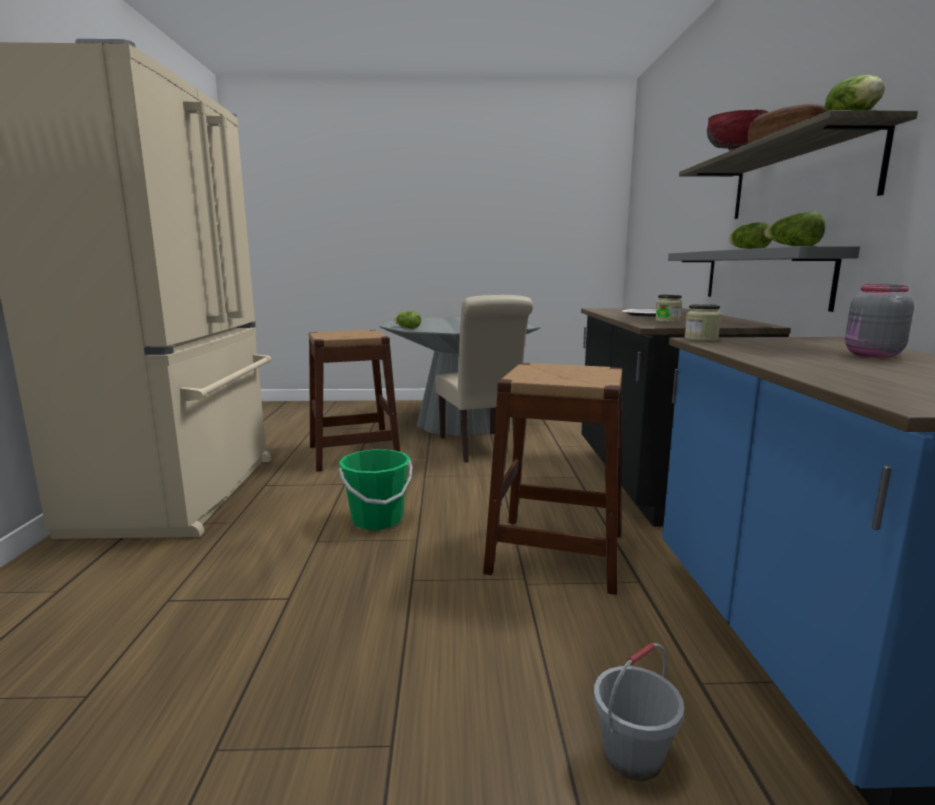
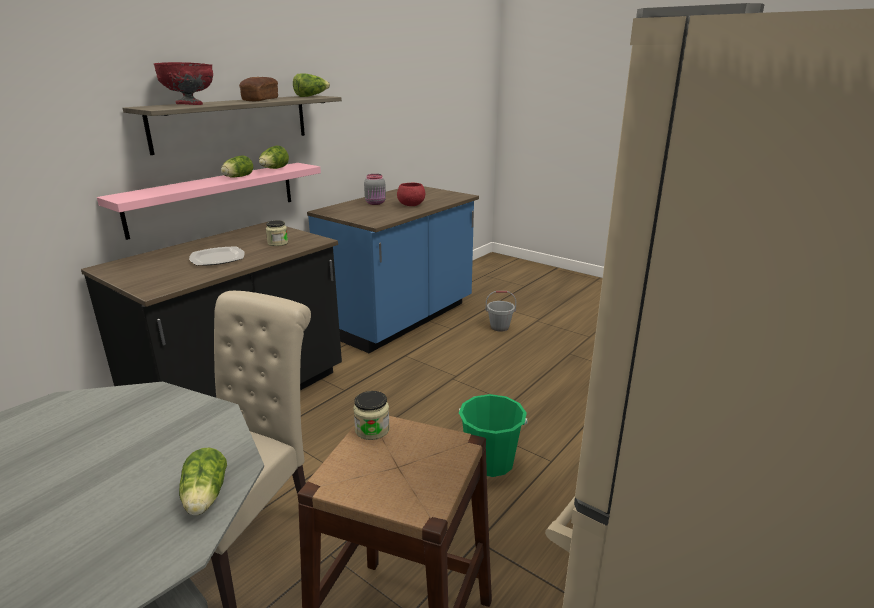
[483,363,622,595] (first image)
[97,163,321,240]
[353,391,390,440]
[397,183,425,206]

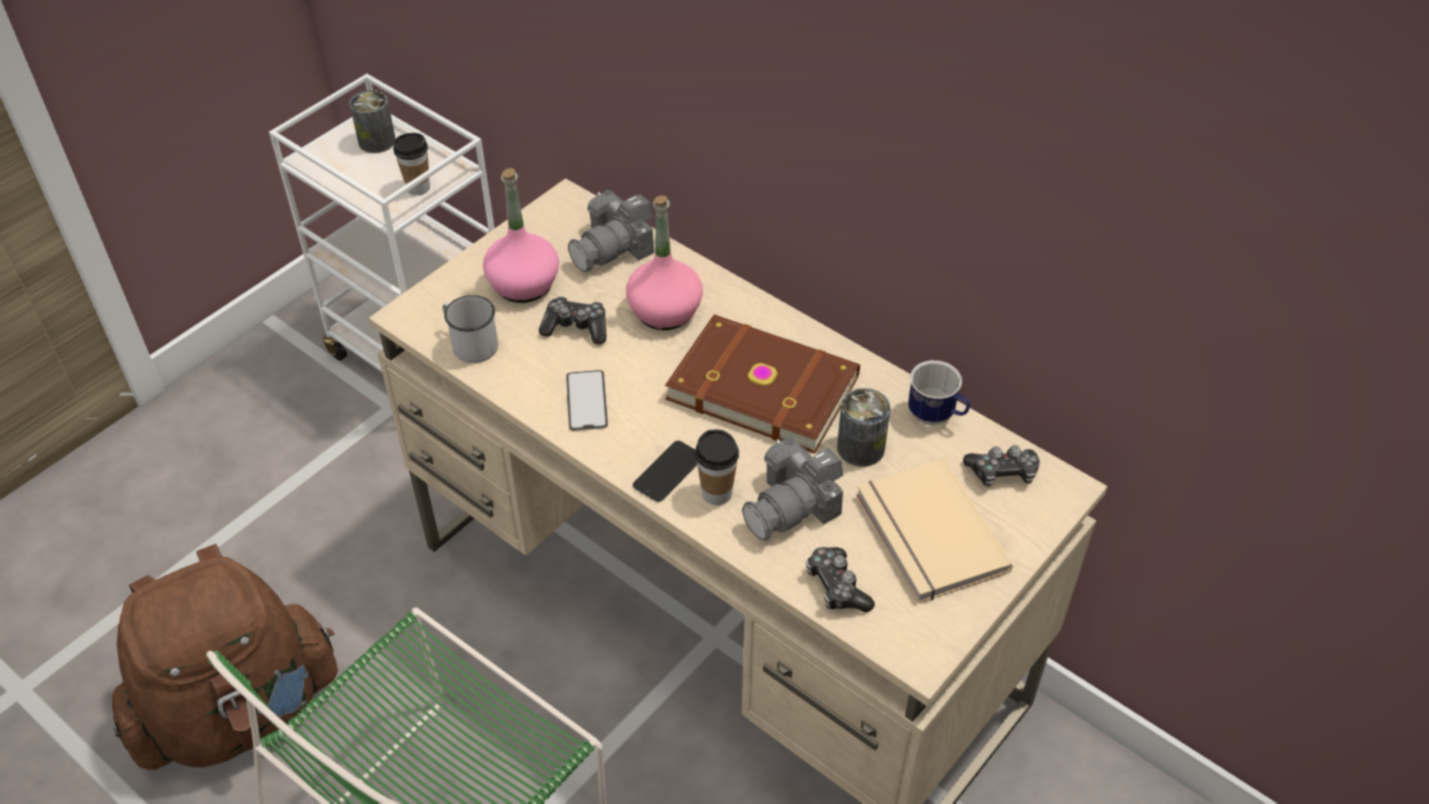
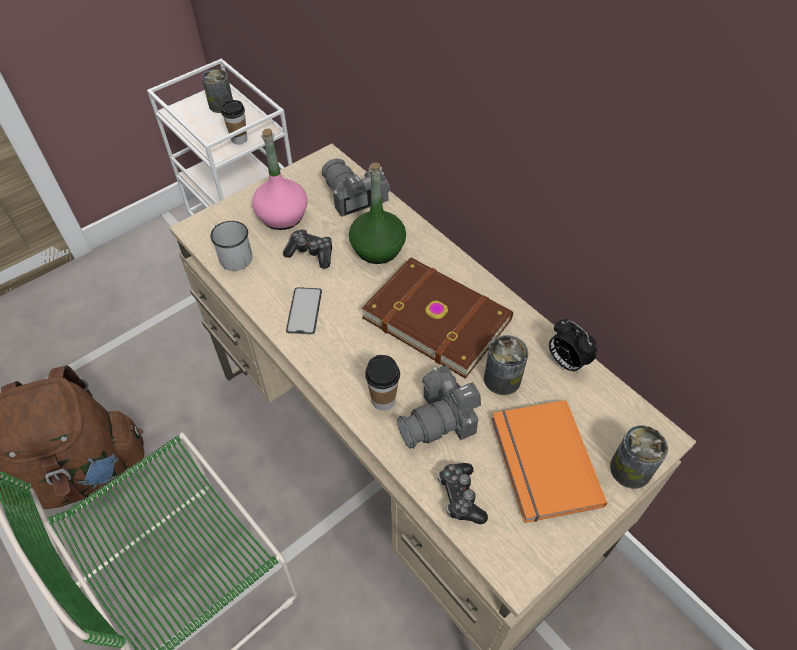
[322,158,390,217]
[349,162,406,264]
[633,441,697,502] (first image)
[491,400,608,523]
[549,319,597,373]
[963,445,1040,487] (first image)
[610,425,668,489]

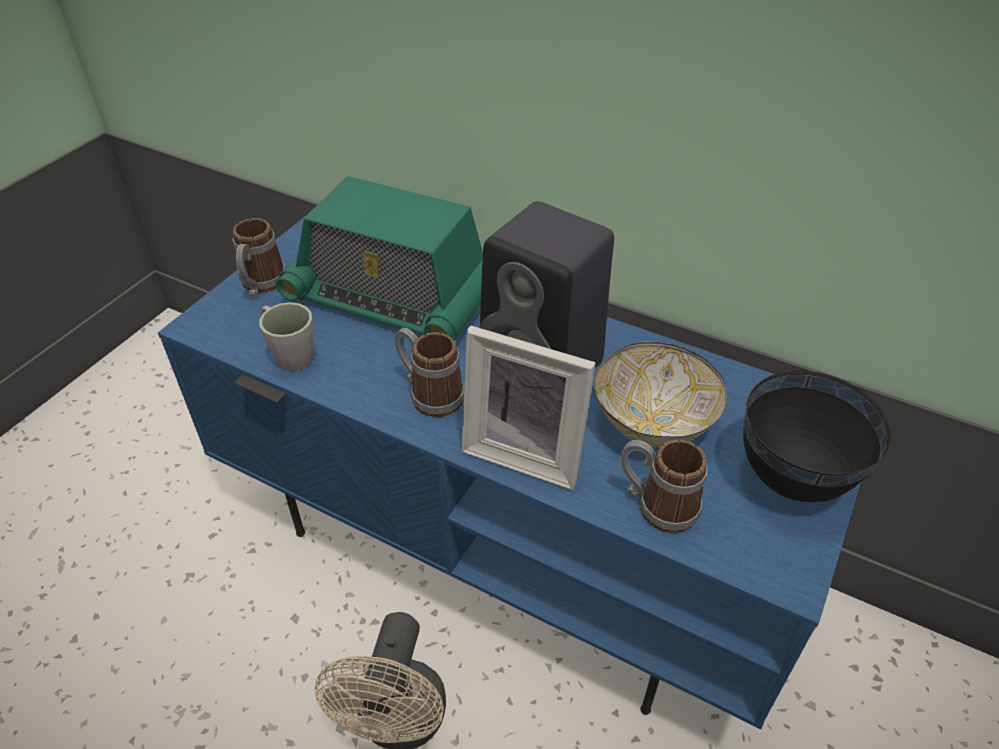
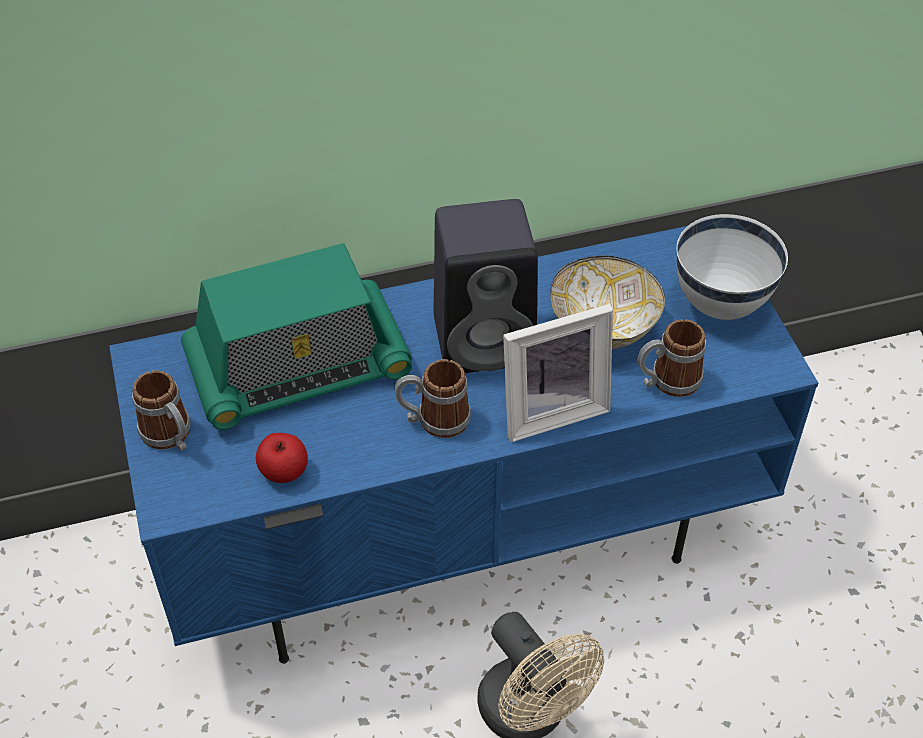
[256,433,308,483]
[677,214,788,320]

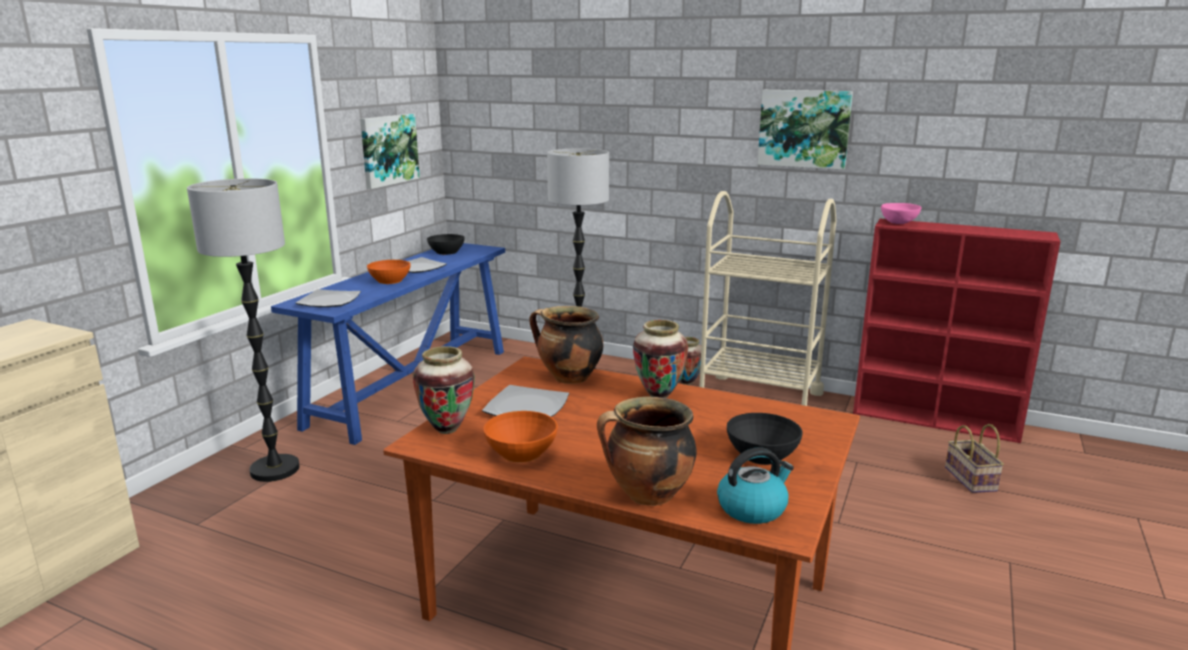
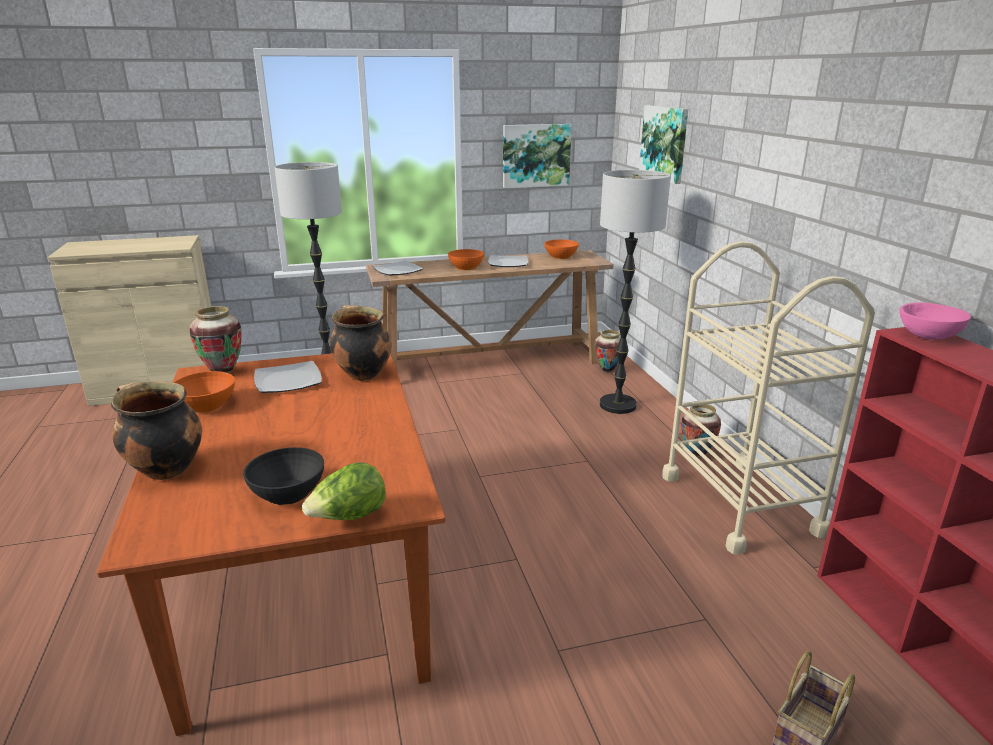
[366,250,614,370]
[544,239,579,259]
[594,330,621,373]
[717,447,794,524] (first image)
[639,105,688,184]
[302,462,386,520]

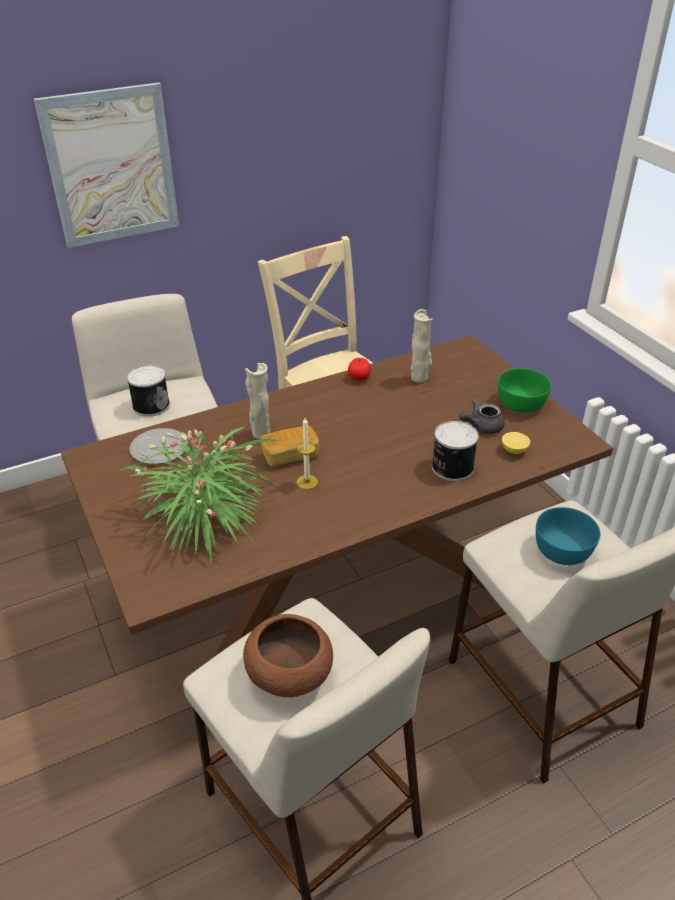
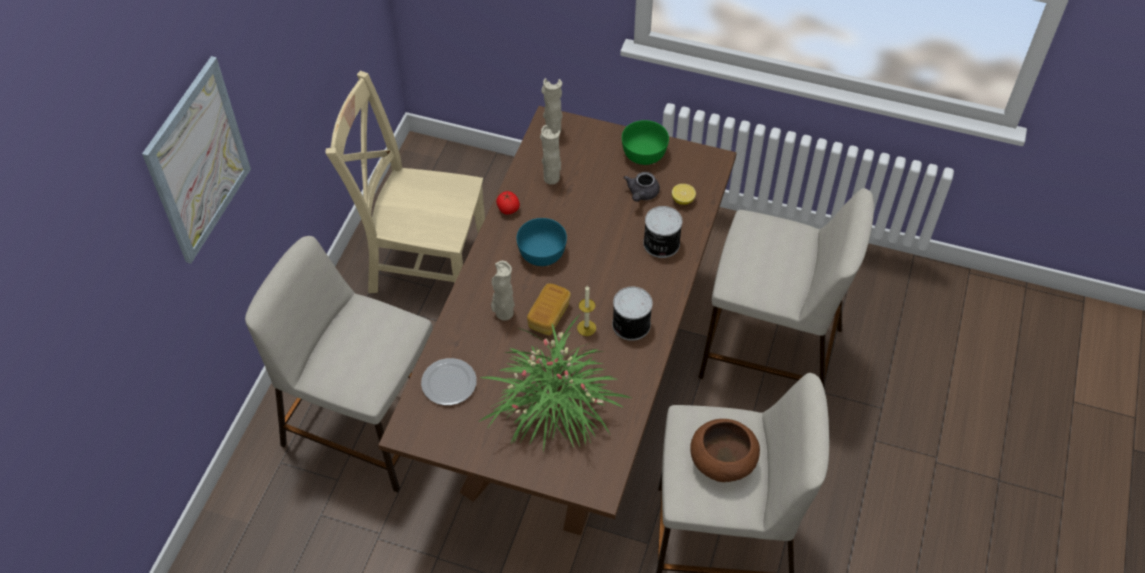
[612,287,653,341]
[517,218,567,266]
[541,78,562,134]

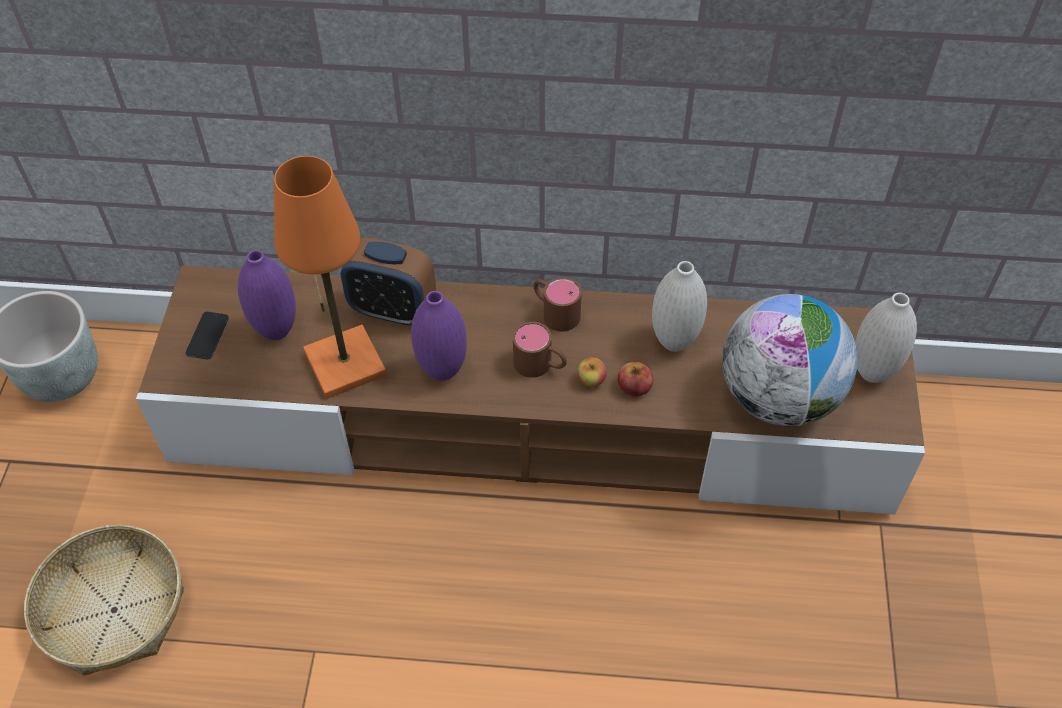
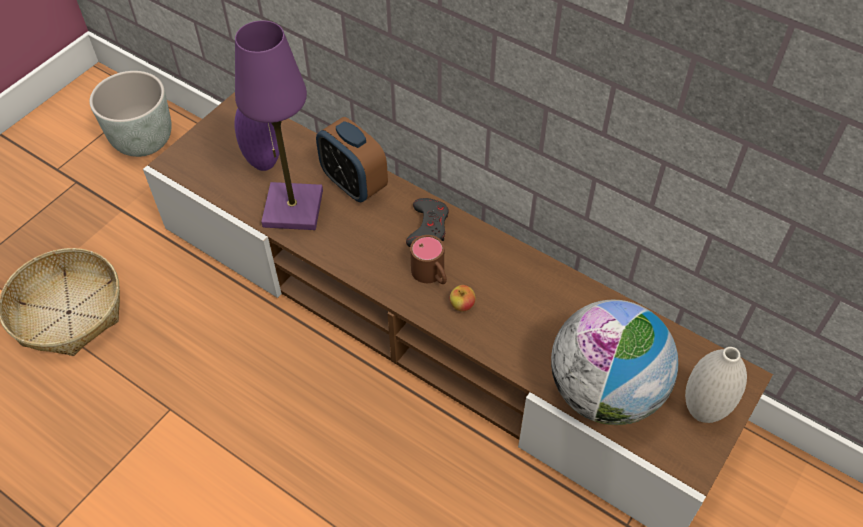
[185,312,229,359] (first image)
[235,20,323,230]
[411,291,467,381] (first image)
[534,277,582,332] (first image)
[618,362,653,397] (first image)
[652,261,707,352] (first image)
[406,198,449,247]

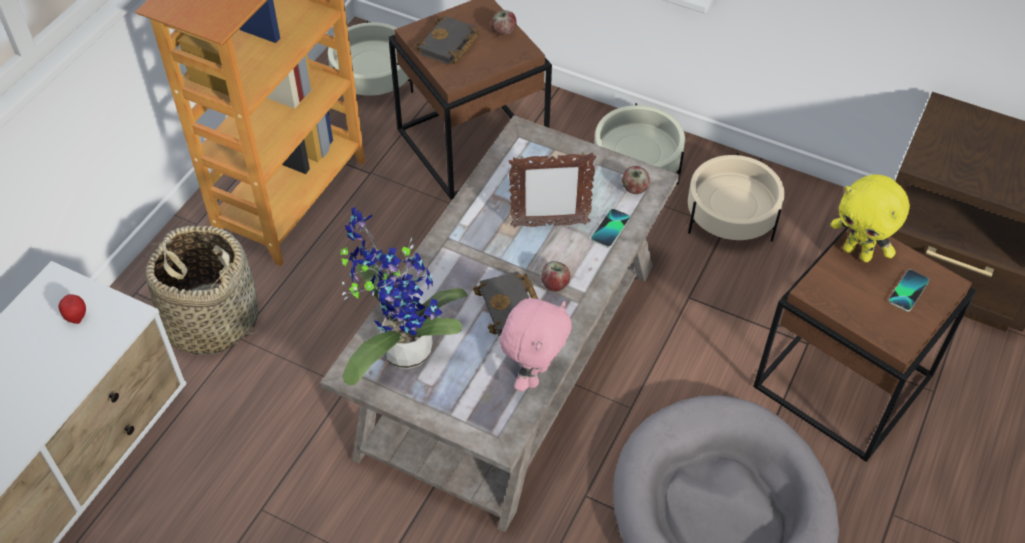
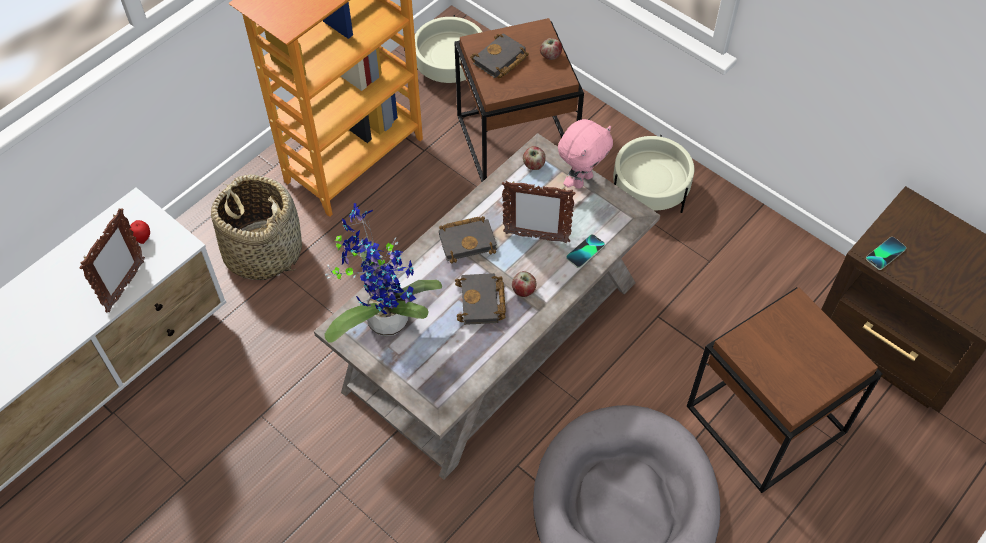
[558,119,613,189]
[523,146,546,170]
[688,153,785,242] (first image)
[831,174,910,262] (first image)
[866,237,906,270]
[80,208,145,312]
[439,216,497,264]

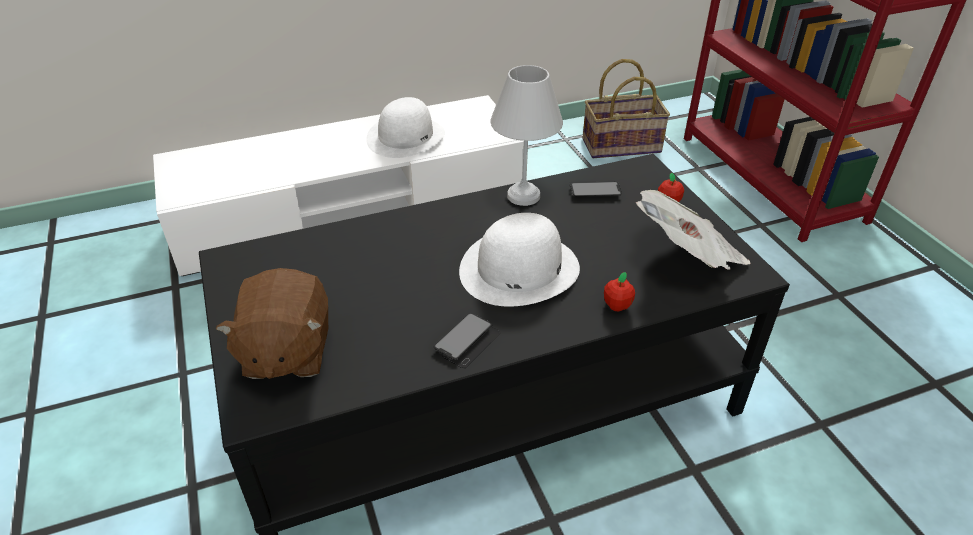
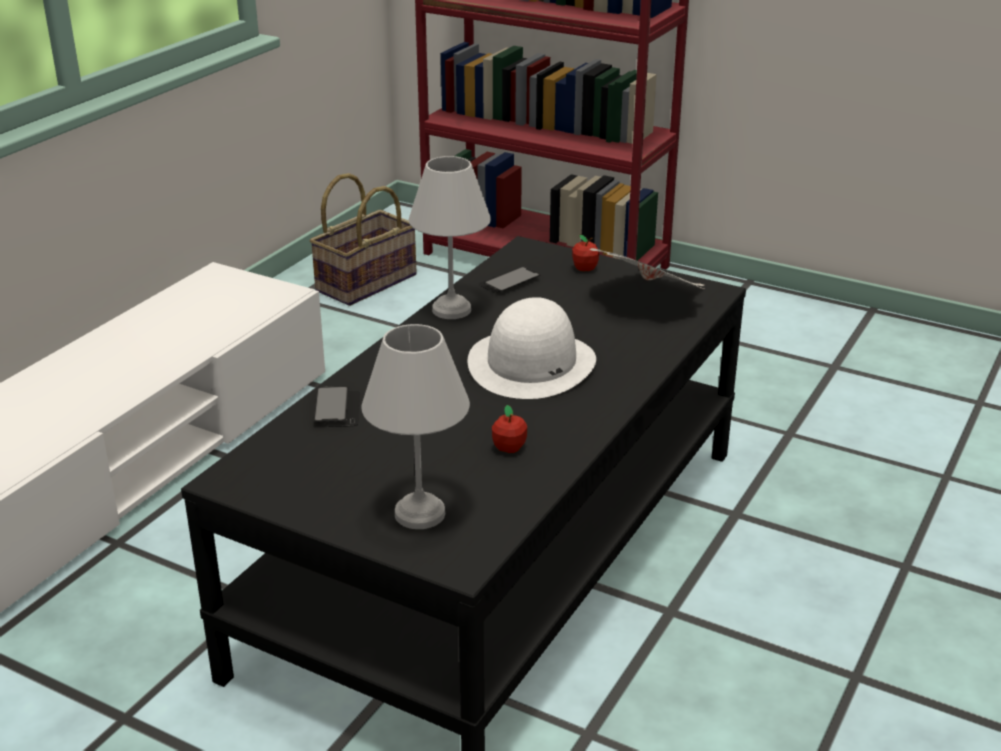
[361,324,470,529]
[366,97,445,158] (first image)
[314,386,360,427]
[492,405,527,453]

